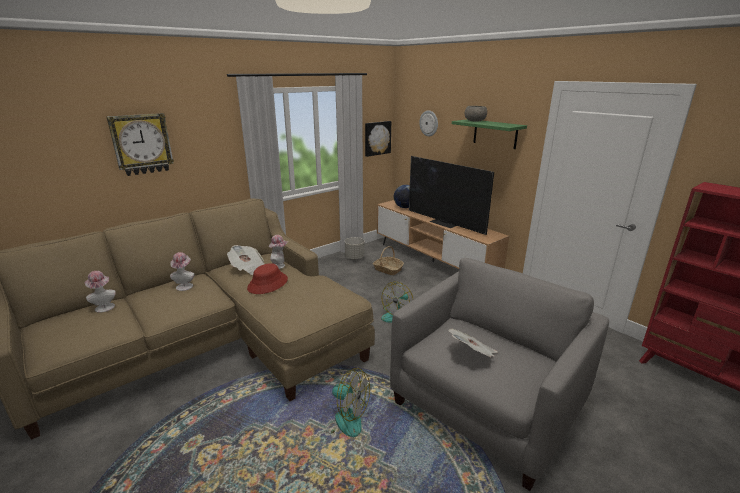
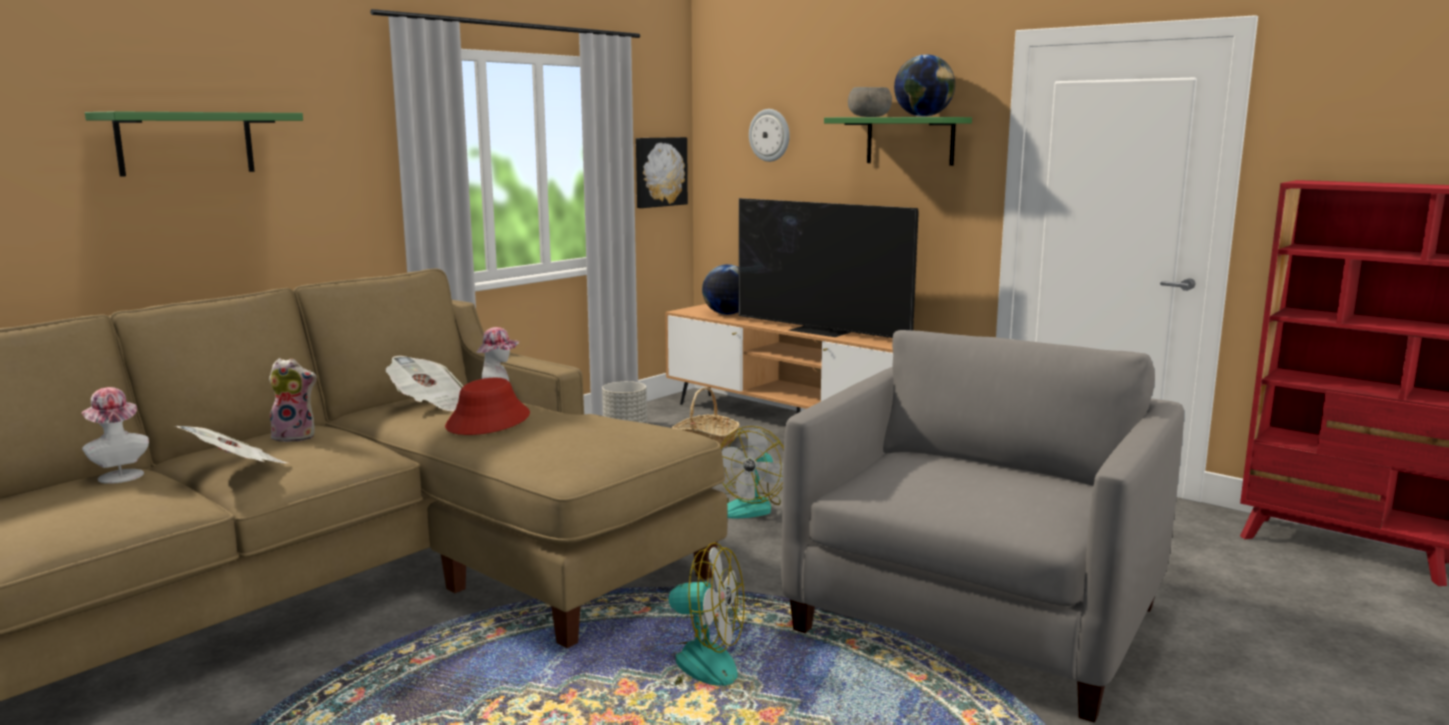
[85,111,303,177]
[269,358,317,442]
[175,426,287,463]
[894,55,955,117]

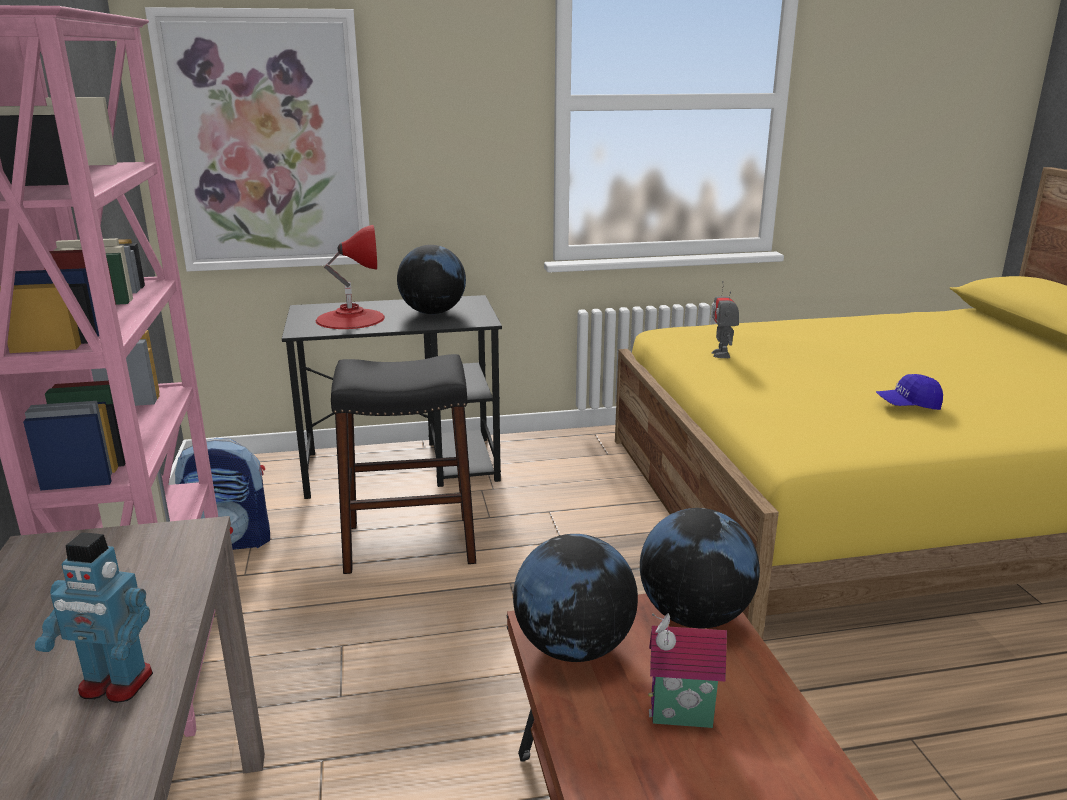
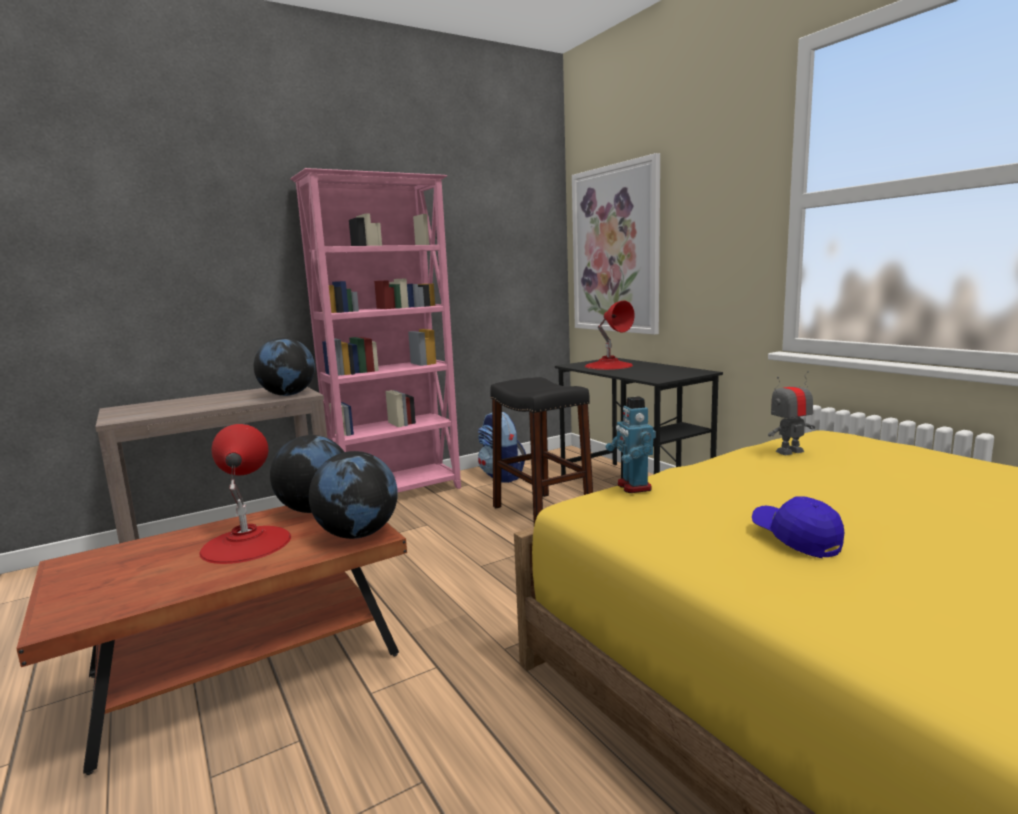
[606,396,656,493]
[254,338,315,396]
[199,424,291,564]

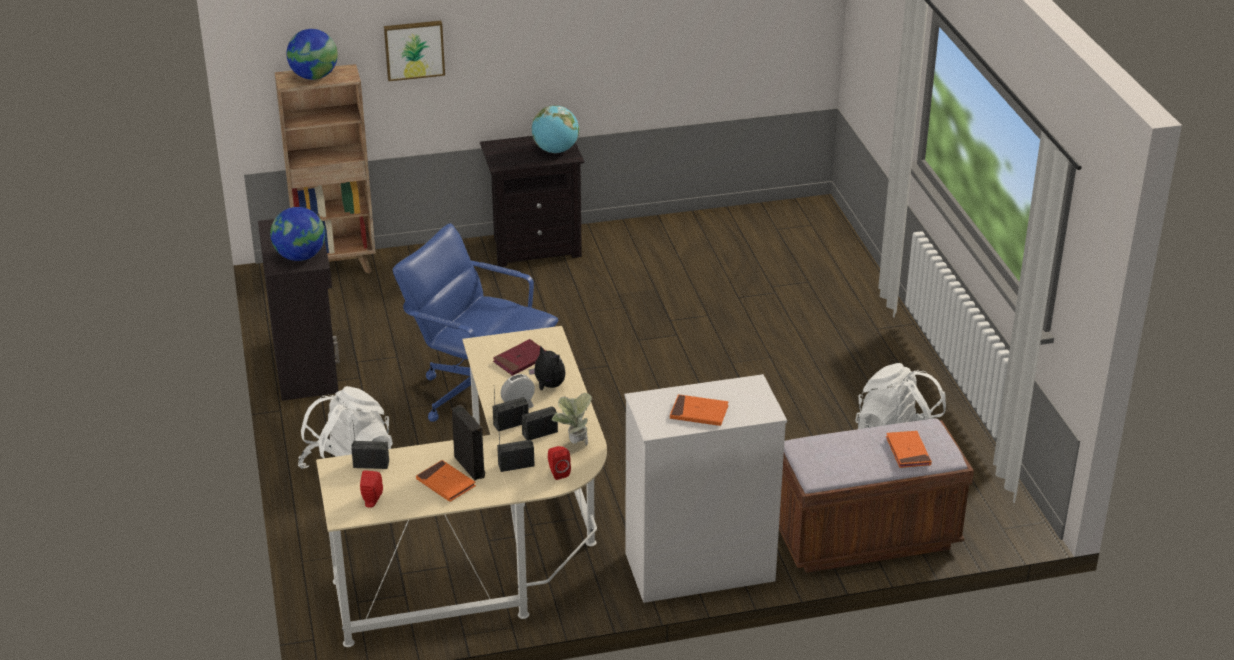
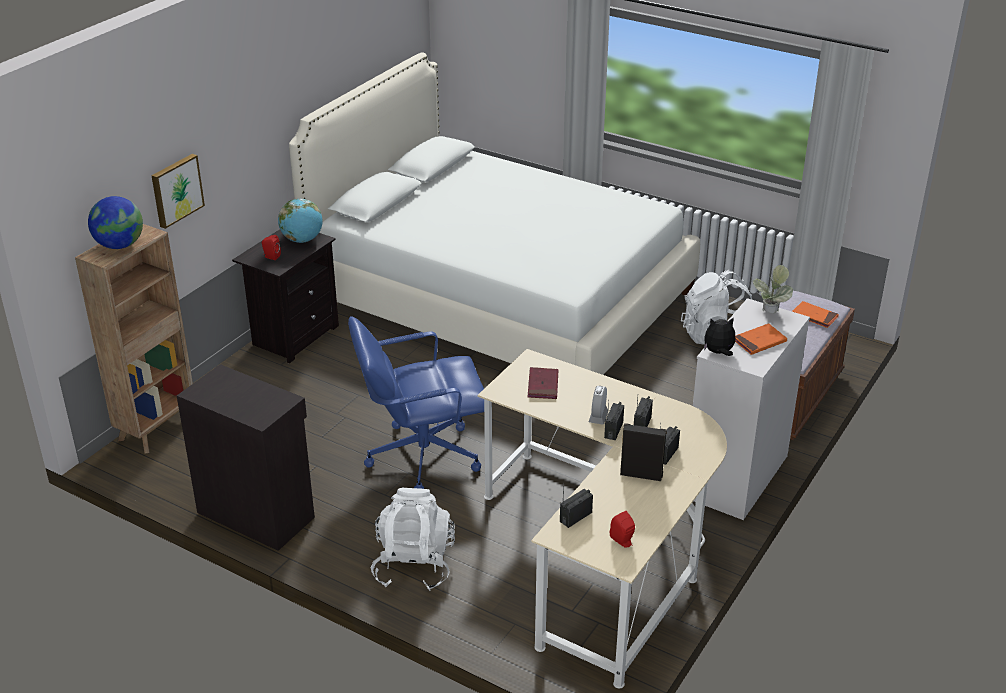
[270,207,325,261] (first image)
[416,460,476,502] (first image)
[704,317,735,356]
[262,235,281,260]
[753,265,793,313]
[289,52,700,375]

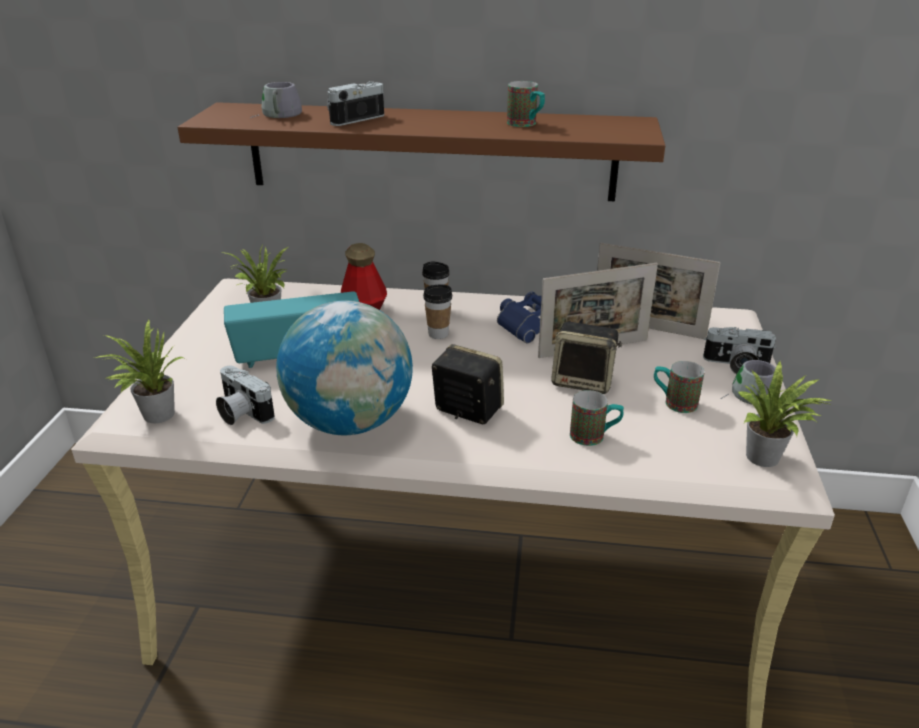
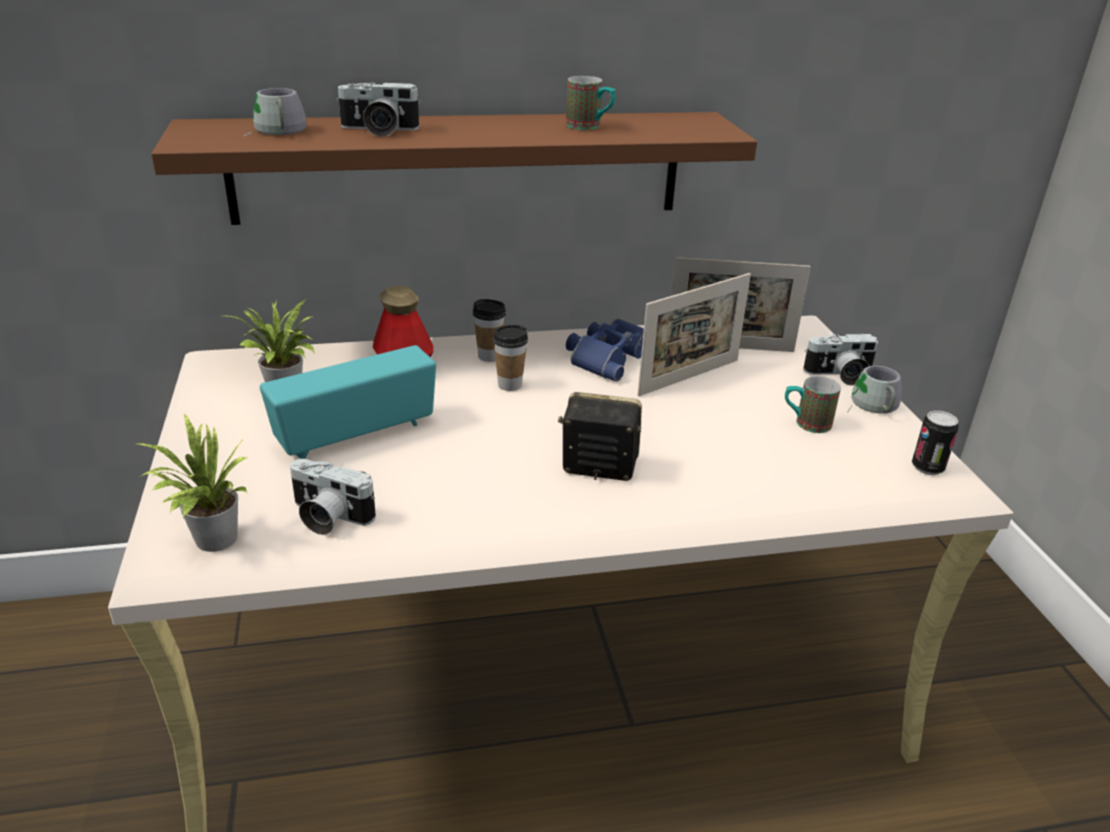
[276,301,413,435] (first image)
[336,83,421,137]
[551,322,622,394] (first image)
[570,390,624,446] (first image)
[912,410,959,475]

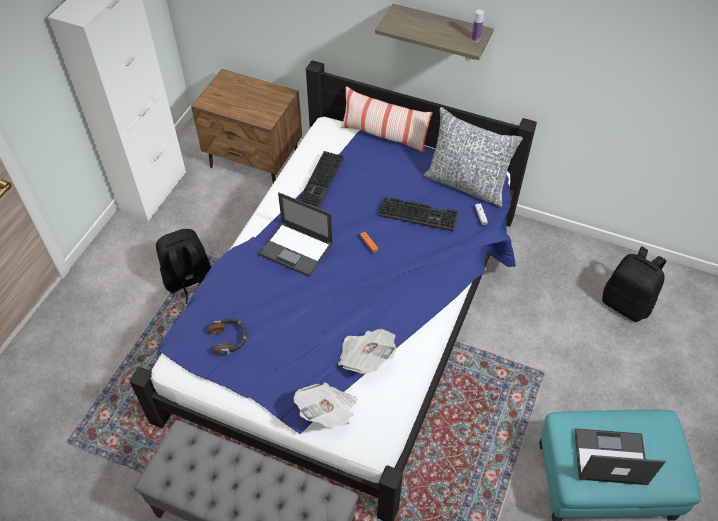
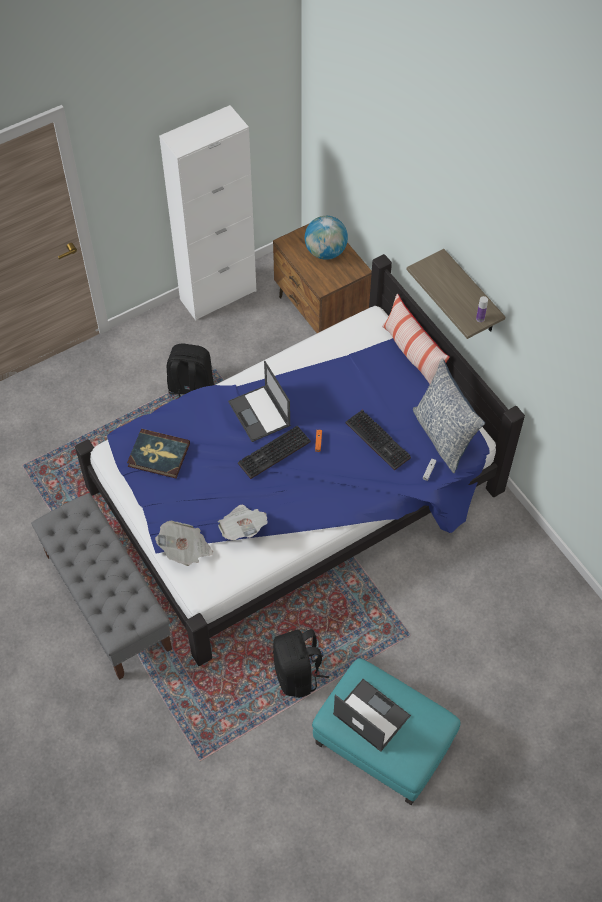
[127,429,190,479]
[238,426,311,479]
[273,629,329,698]
[305,216,348,260]

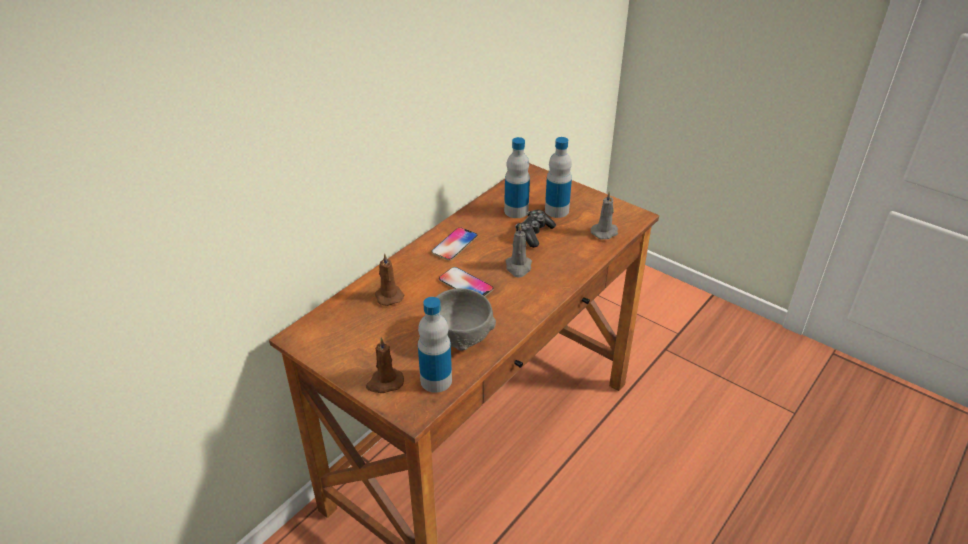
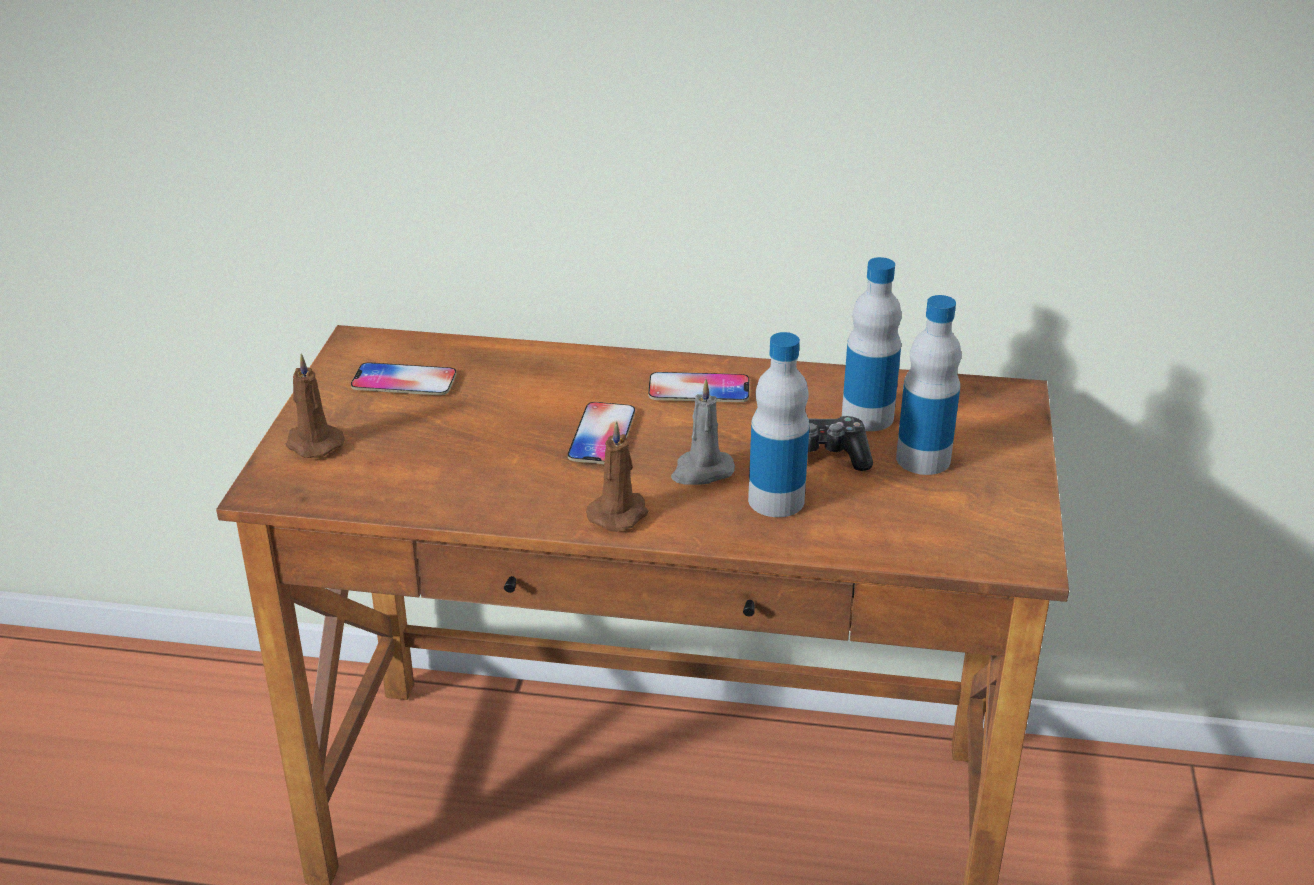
[586,421,648,532]
[748,332,809,517]
[436,288,496,351] (first image)
[591,191,618,240] (first image)
[351,363,456,395]

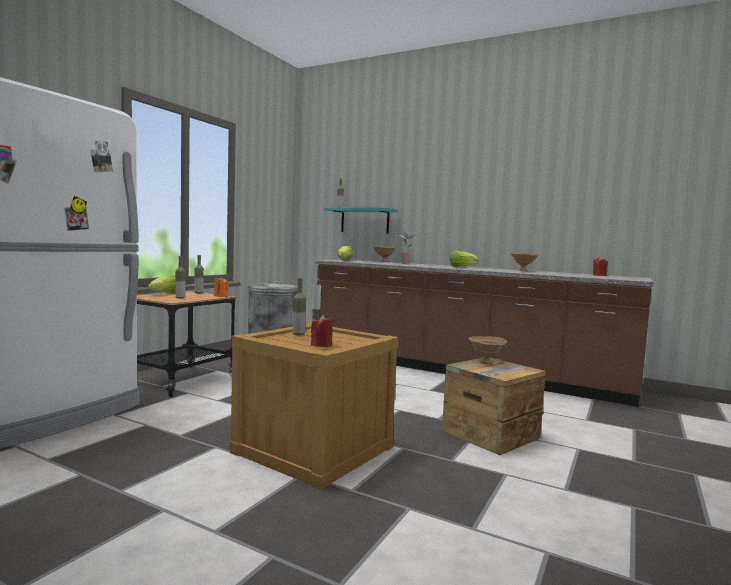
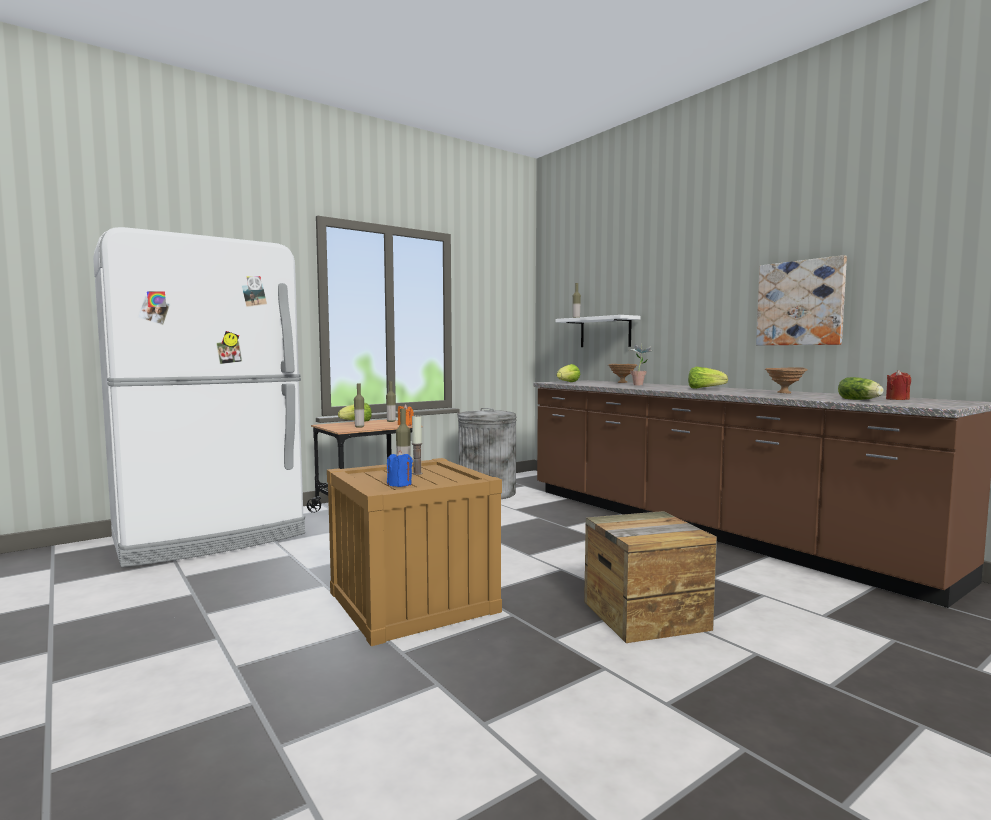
[387,450,413,487]
[555,315,640,347]
[468,336,508,364] (first image)
[756,255,847,345]
[838,377,883,400]

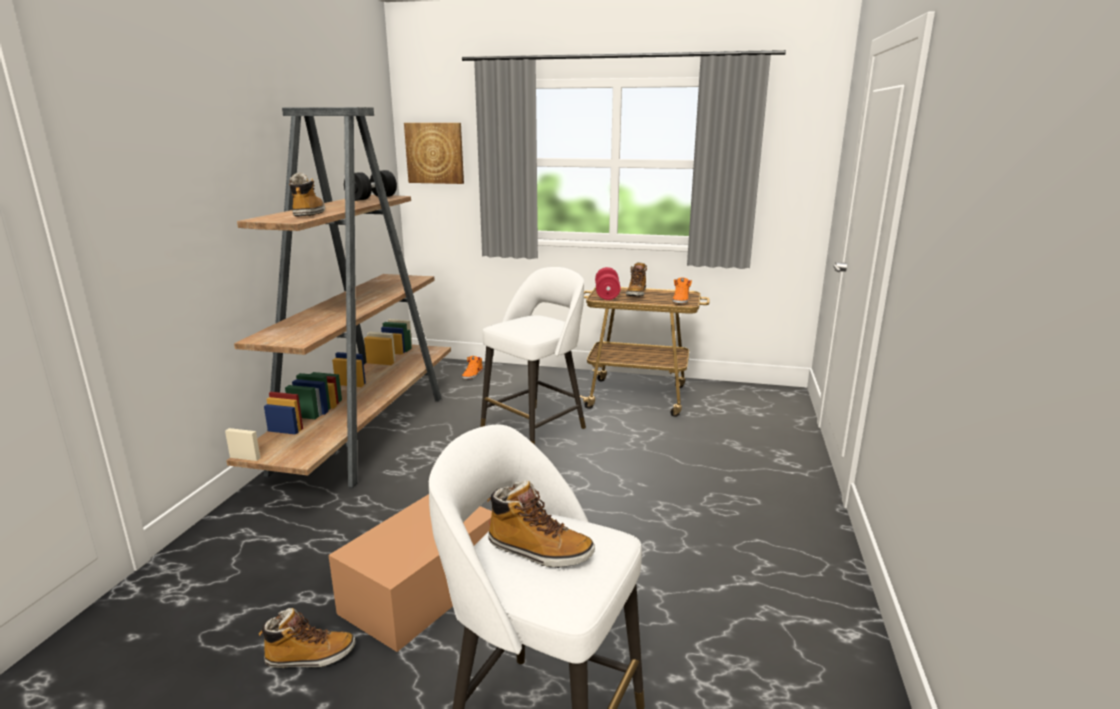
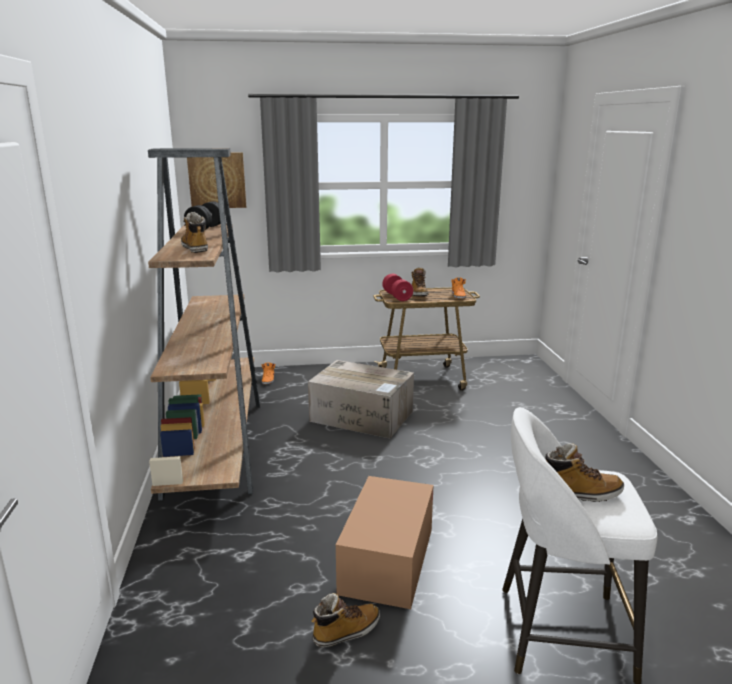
[308,360,414,438]

